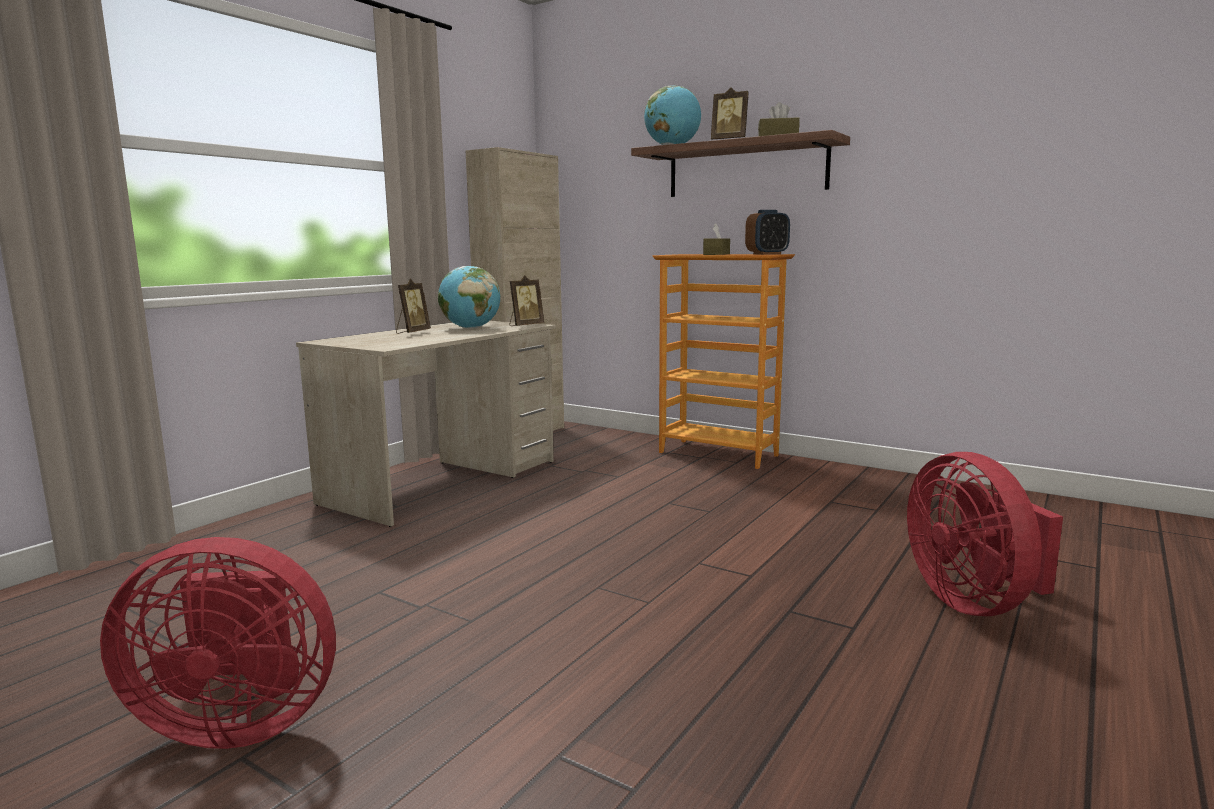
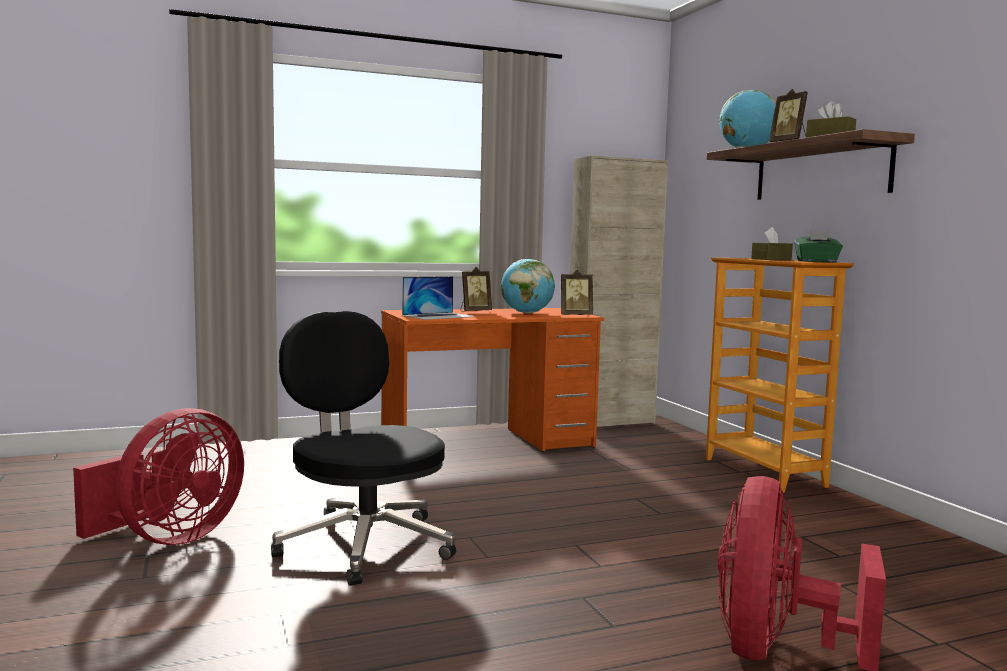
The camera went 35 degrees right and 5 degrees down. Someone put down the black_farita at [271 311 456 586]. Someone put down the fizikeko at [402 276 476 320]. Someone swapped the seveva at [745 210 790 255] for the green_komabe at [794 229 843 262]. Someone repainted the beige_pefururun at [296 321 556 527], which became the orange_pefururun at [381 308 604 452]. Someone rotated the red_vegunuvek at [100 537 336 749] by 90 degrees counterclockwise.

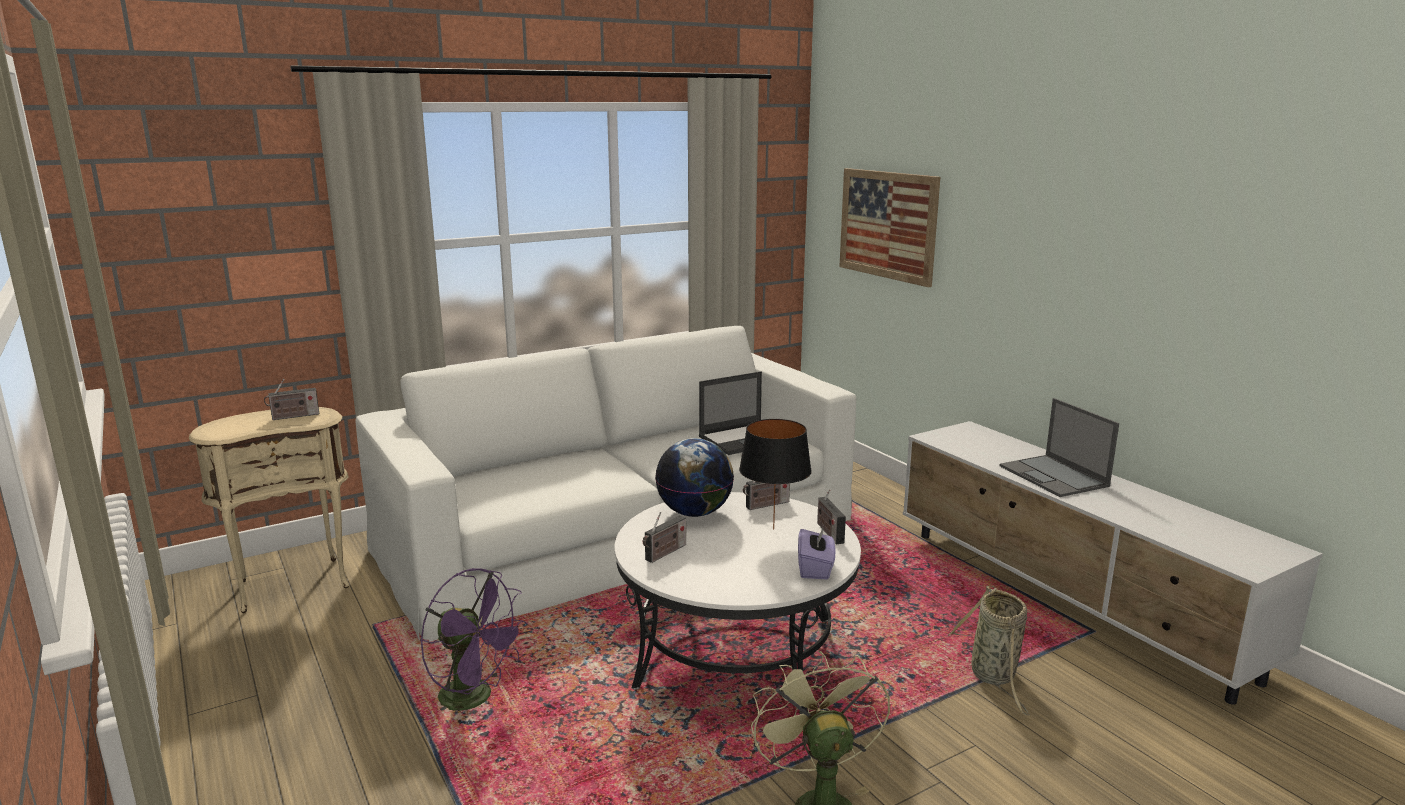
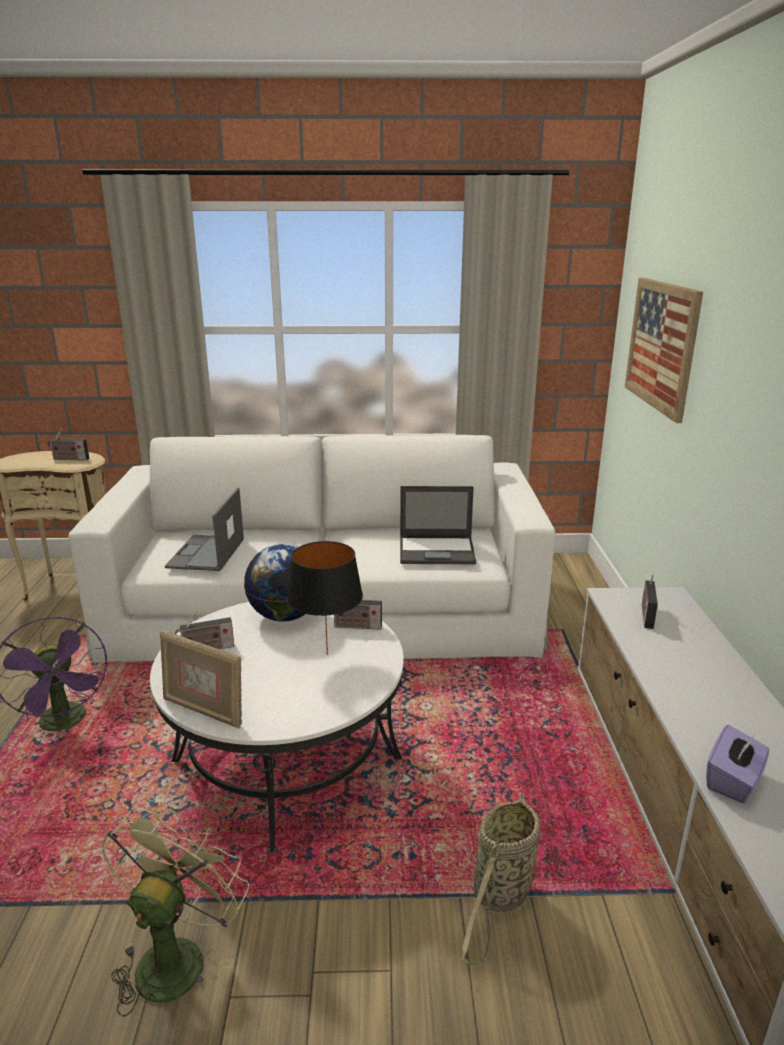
The camera went 30 degrees right and 5 degrees up. Someone put down the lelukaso at [160 631 242 729]. Someone carried the purple_komabe from [798 526 835 579] to [706 725 769 803]. Someone carried the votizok from [817 489 846 544] to [642 575 658 629]. Someone carried the fizikeko from [1000 398 1119 497] to [165 488 244 571].

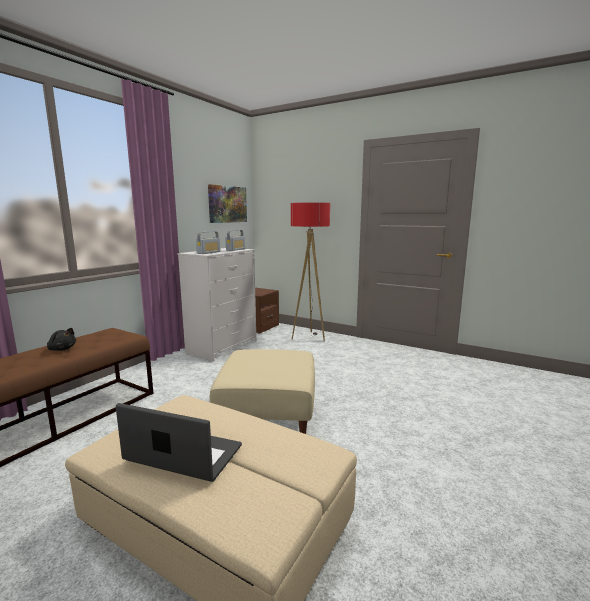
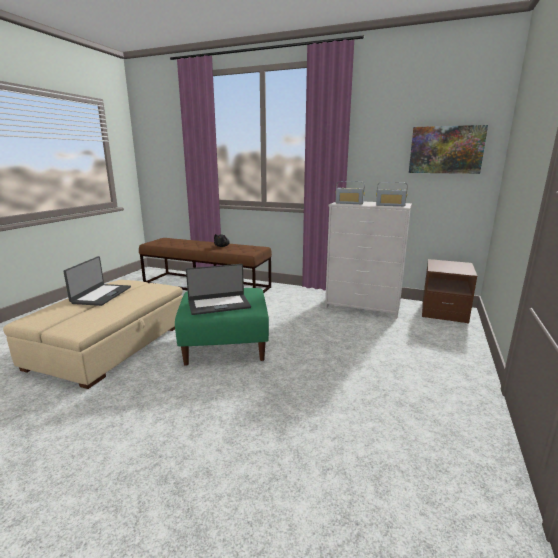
The camera went 80 degrees right and 5 degrees up. Someone took away the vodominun at [291 202 330 341]. Someone put down the fizikeko at [186 264 251 315]. Someone repainted the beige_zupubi at [210 349 315 434], which became the green_zupubi at [175 288 269 366].

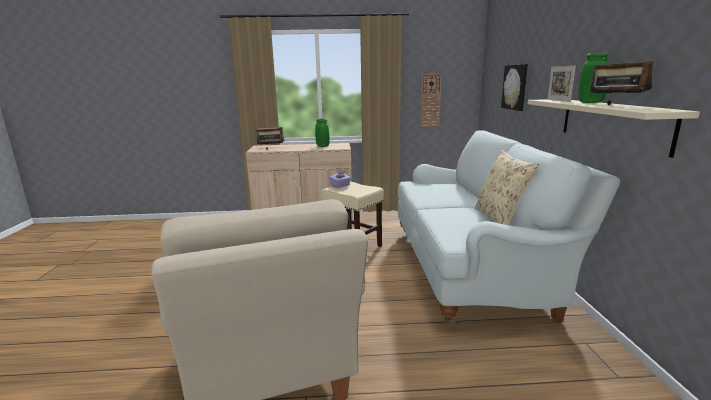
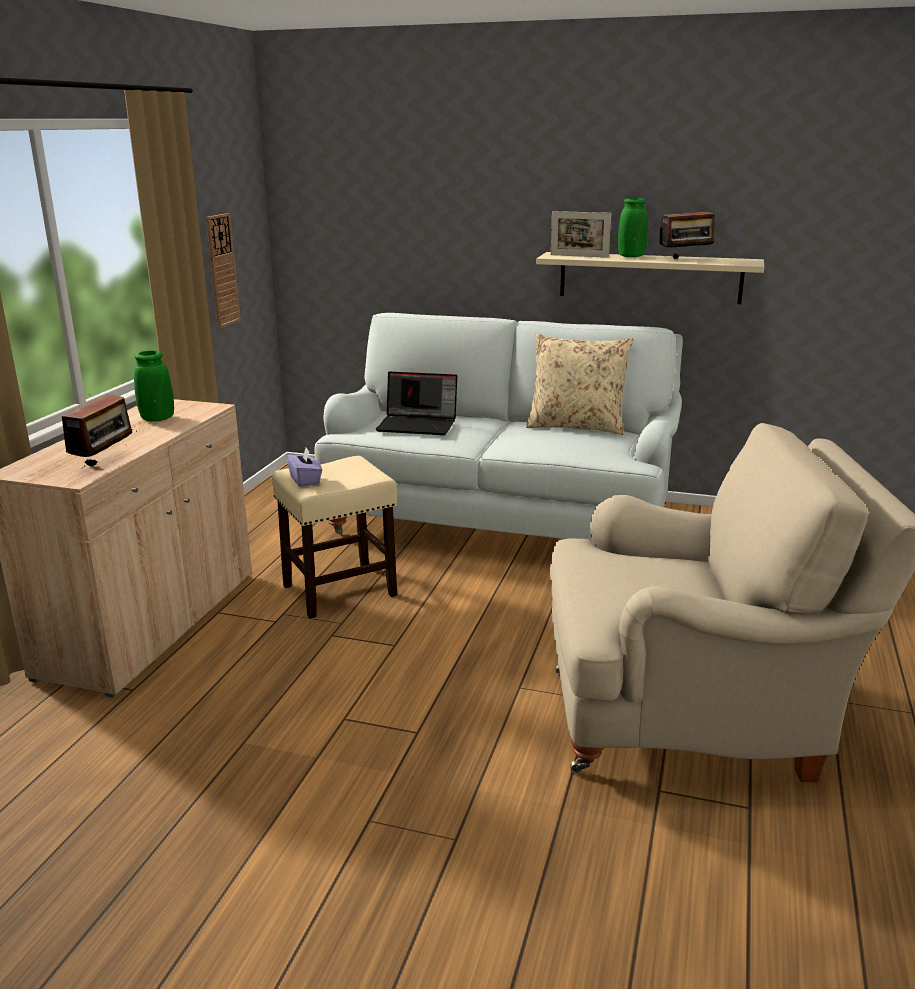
The camera went 70 degrees left and 5 degrees up. Someone took away the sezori at [501 64 528 111]. Someone put down the fizikeko at [376 372 457 435].

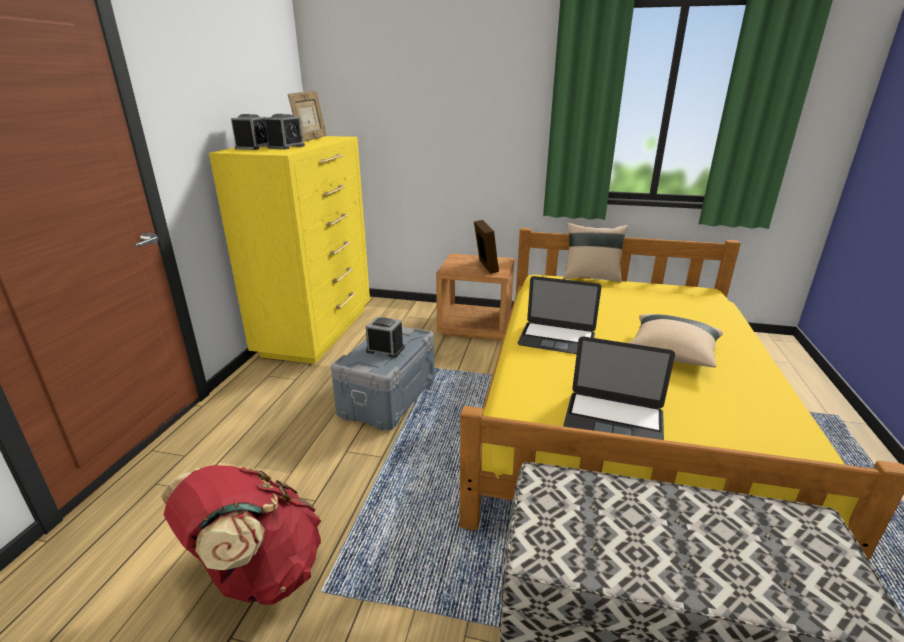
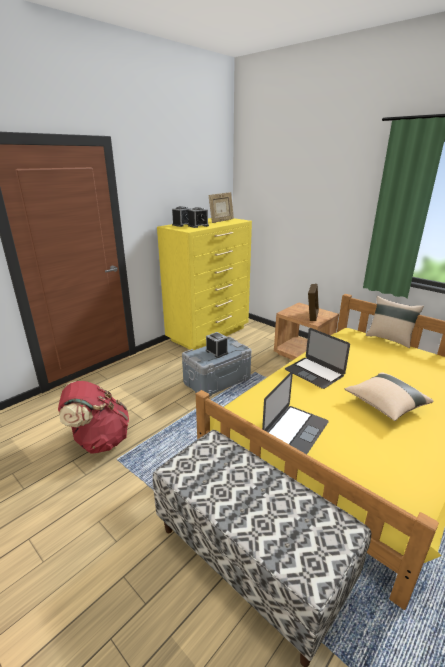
The camera went 30 degrees right and 0 degrees up. Someone rotated the fizikeko at [563 336 675 440] by 105 degrees counterclockwise.

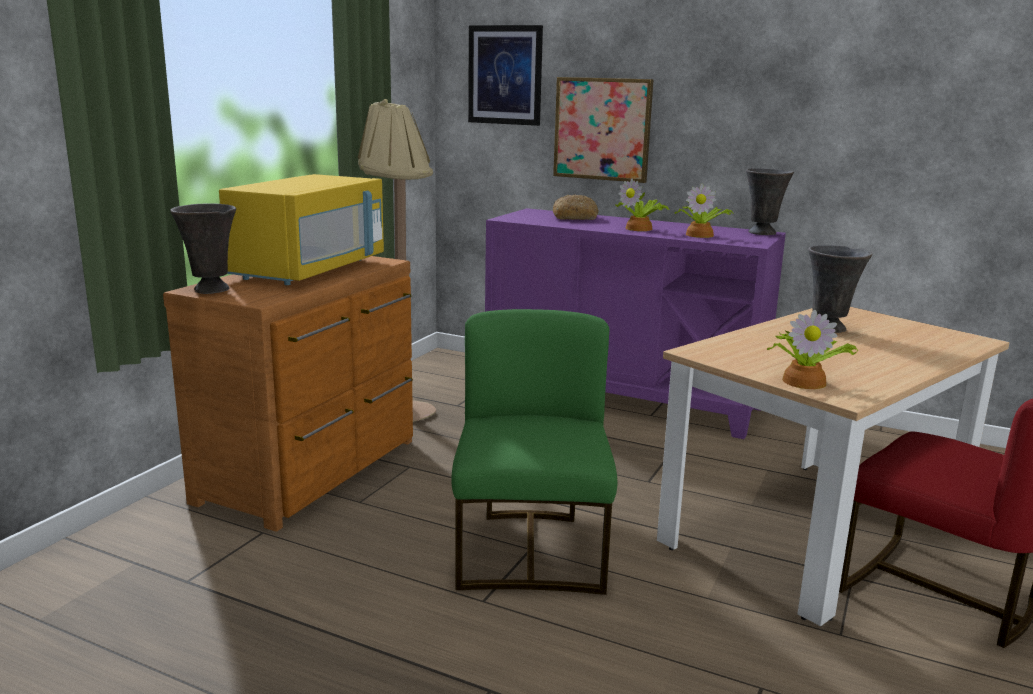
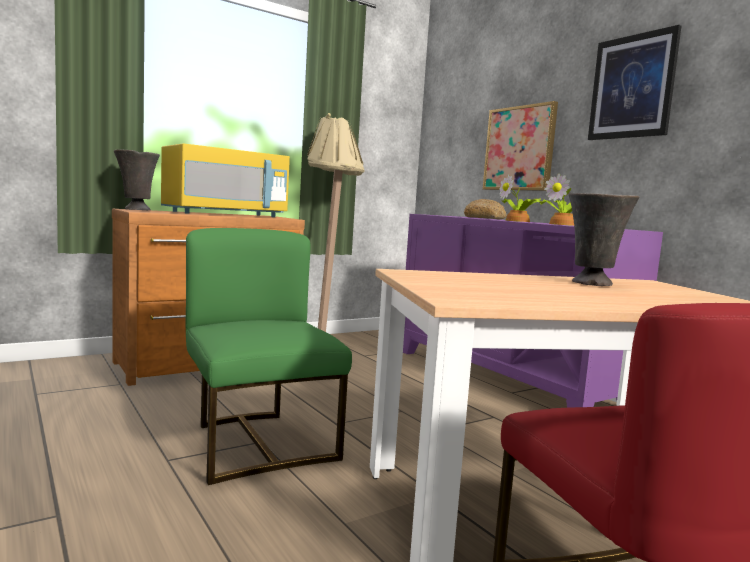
The camera went 30 degrees right and 10 degrees down. Someone took away the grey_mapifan at [746 168 794 235]. Someone took away the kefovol at [767 310 858 389]. Someone carried the sezori from [468 25 543 126] to [588 25 681 140]. Someone rotated the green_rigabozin at [451 309 617 595] by 60 degrees counterclockwise.

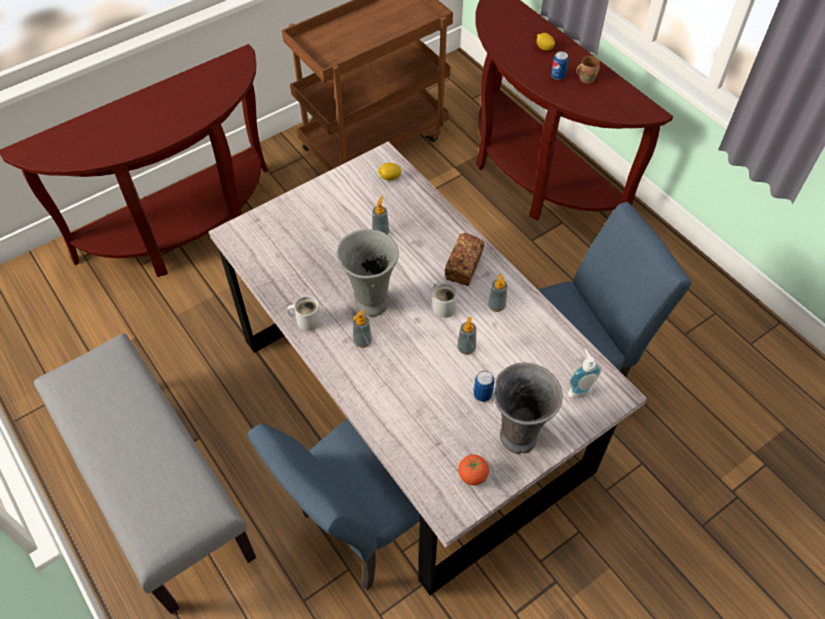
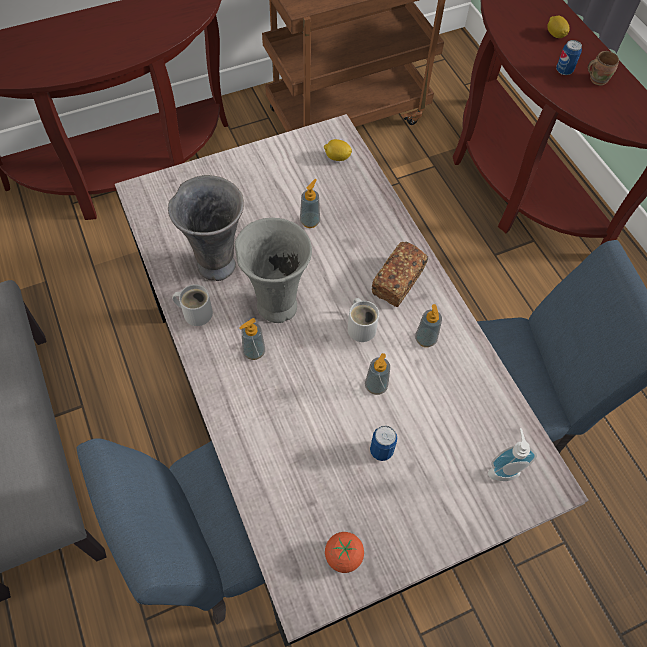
The camera went 10 degrees right and 5 degrees up. Someone carried the grey_mapifan from [494 363 563 454] to [168 175 244 281].

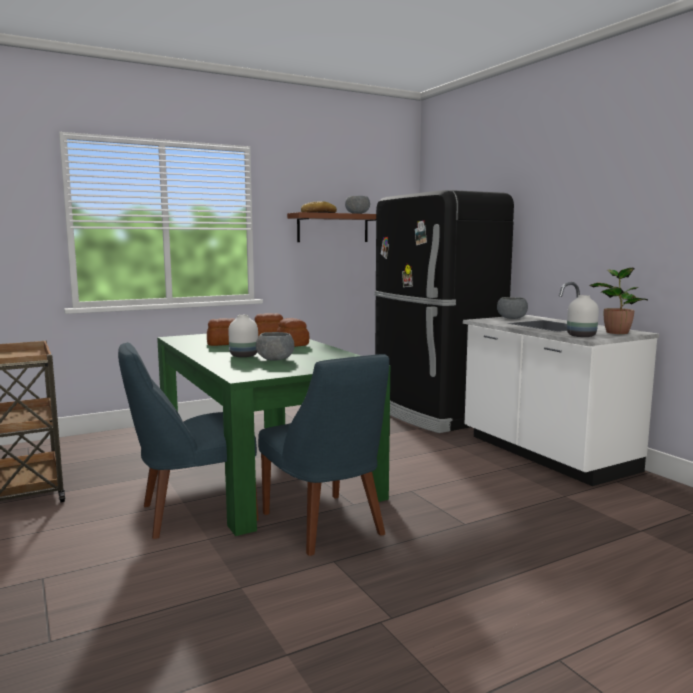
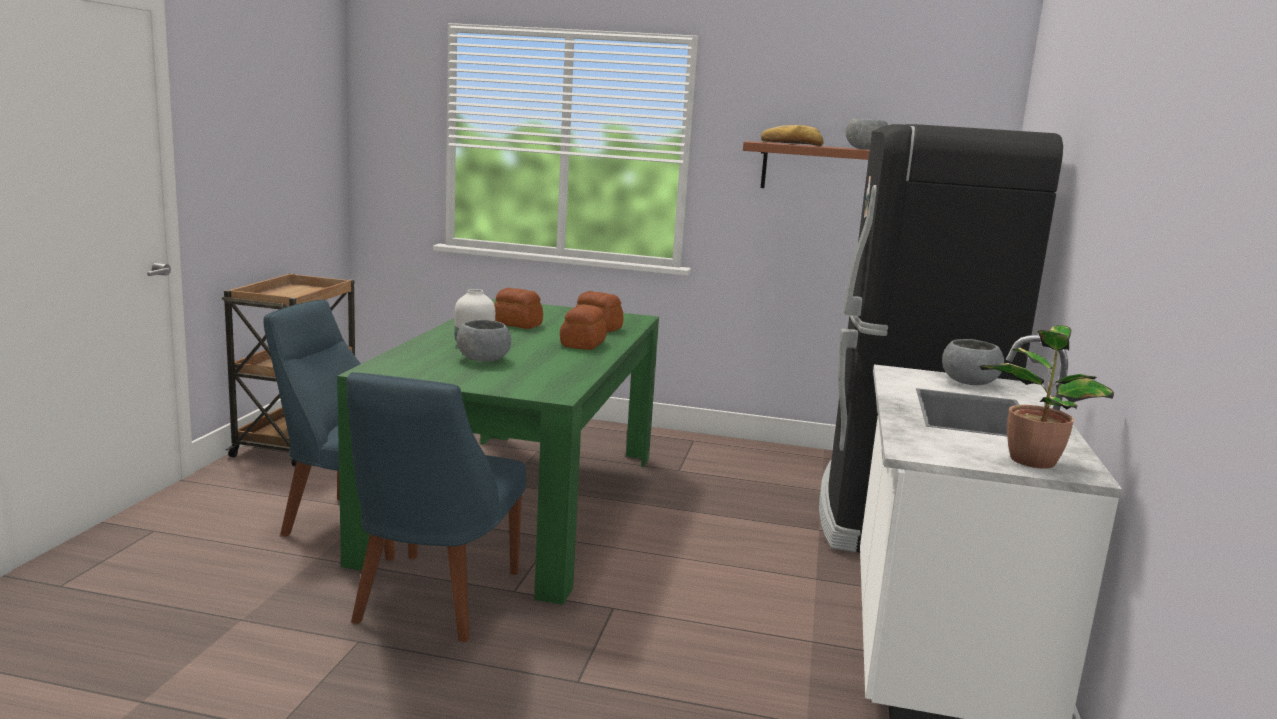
The camera went 40 degrees right and 5 degrees up. Someone took away the white_mapifan at [567 295 599 337].

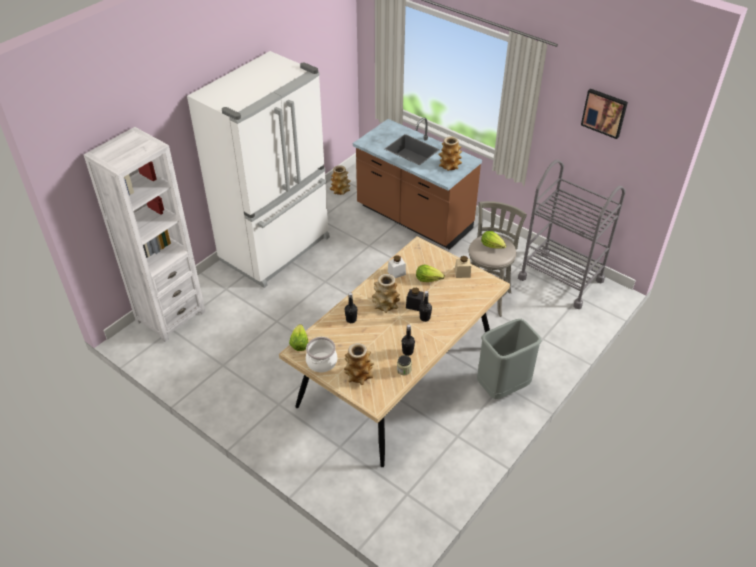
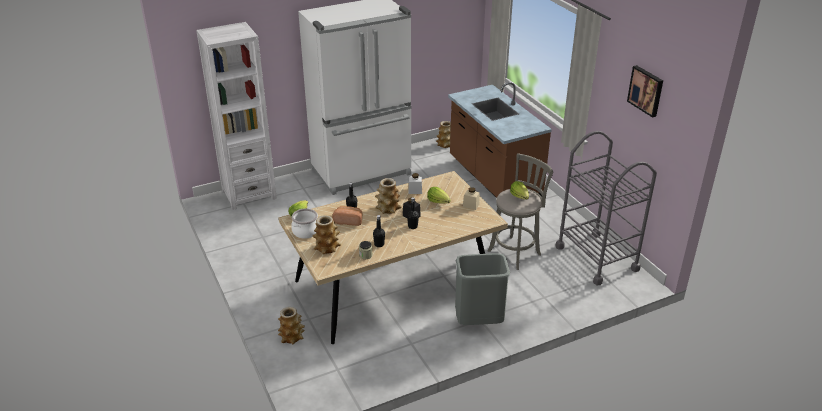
The camera went 25 degrees right and 10 degrees down. Someone put down the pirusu at [332 206 362 226]. Someone carried the mapifan from [438 136 462 171] to [278 307 305 344].

